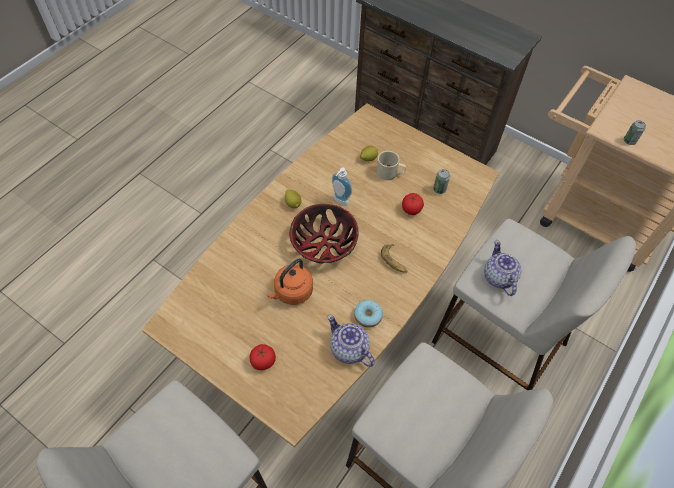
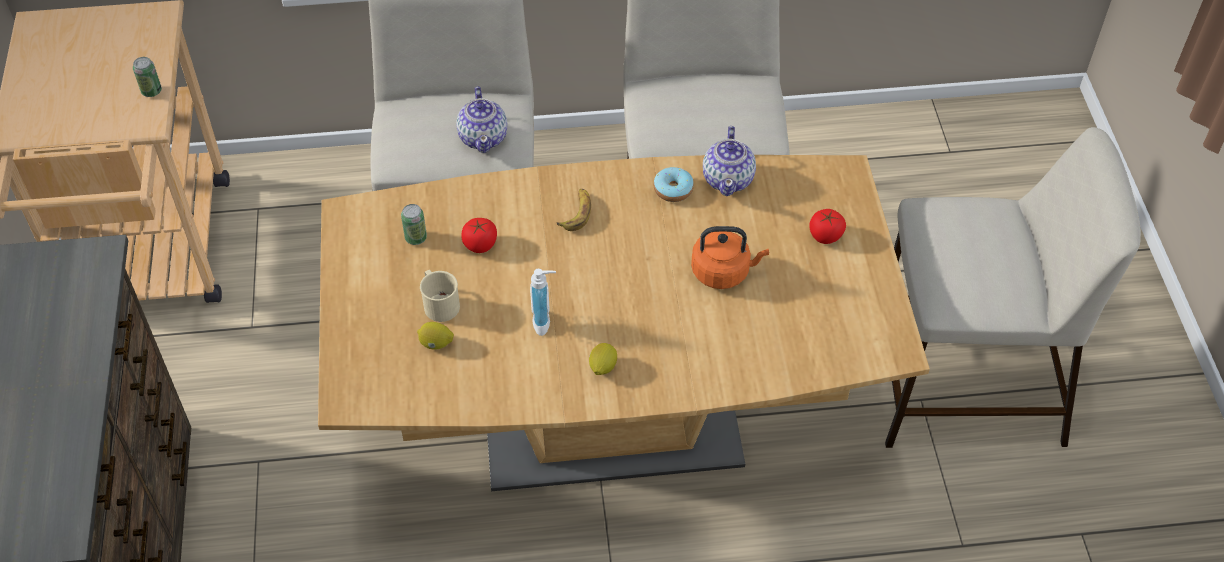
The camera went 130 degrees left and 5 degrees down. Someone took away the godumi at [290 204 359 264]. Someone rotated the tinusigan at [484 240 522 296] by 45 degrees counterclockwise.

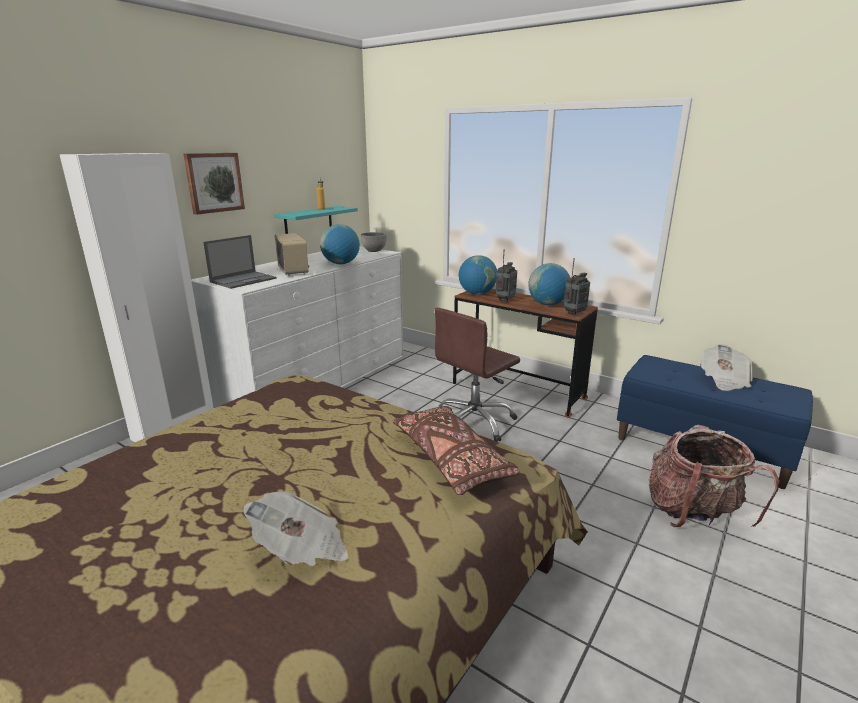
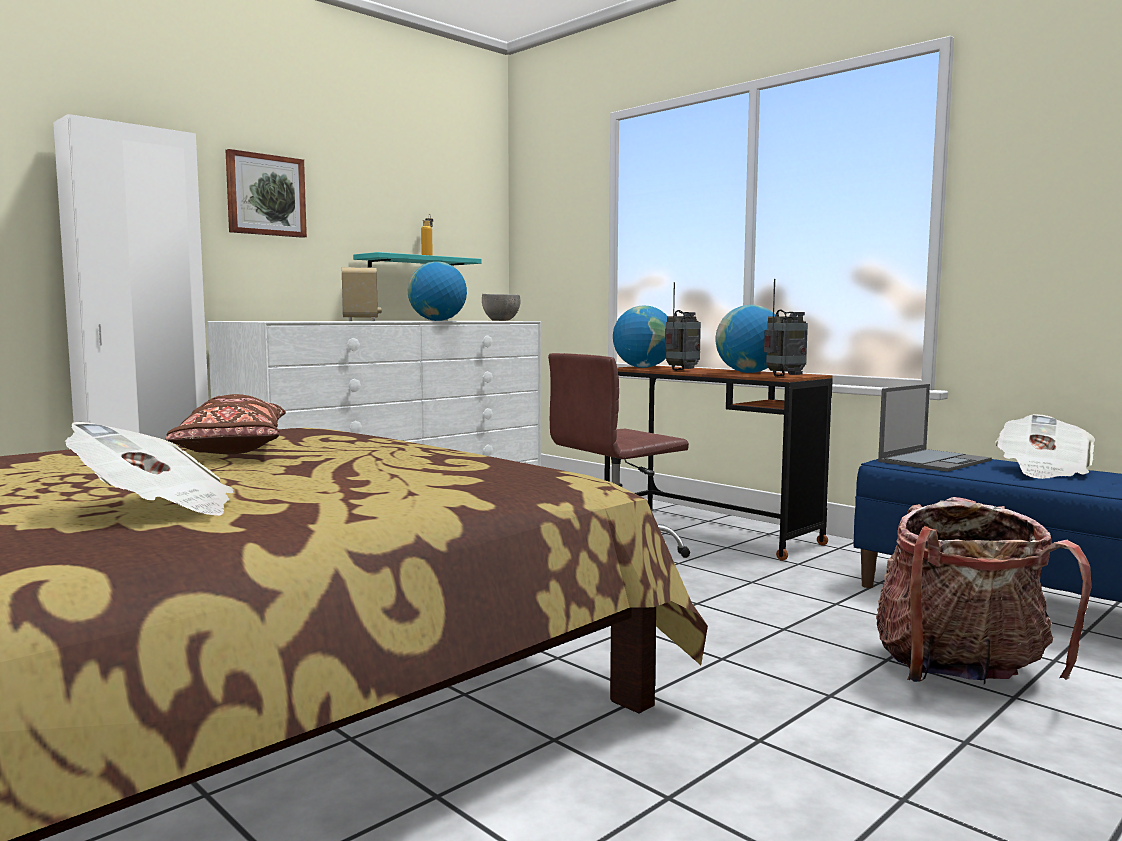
The camera went 10 degrees right and 15 degrees down. Someone carried the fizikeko from [203 235 277 289] to [878 384 992 472]. Someone carried the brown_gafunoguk from [393 406 520 495] to [165 394 286 454].

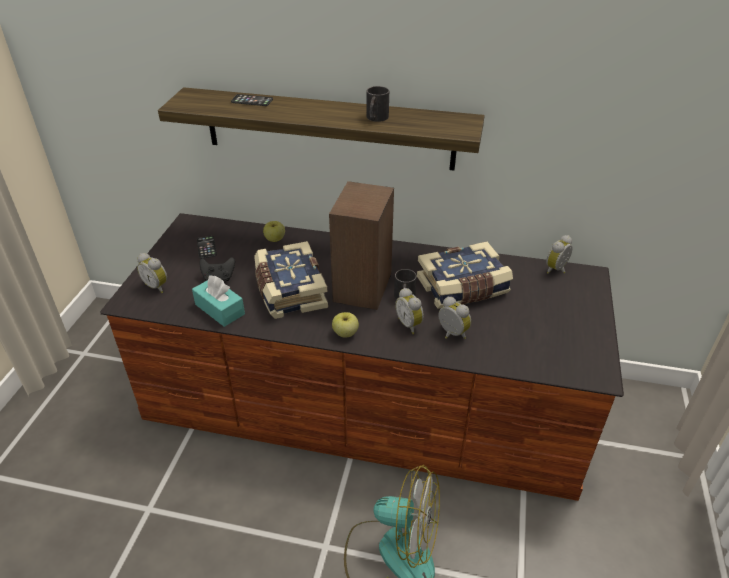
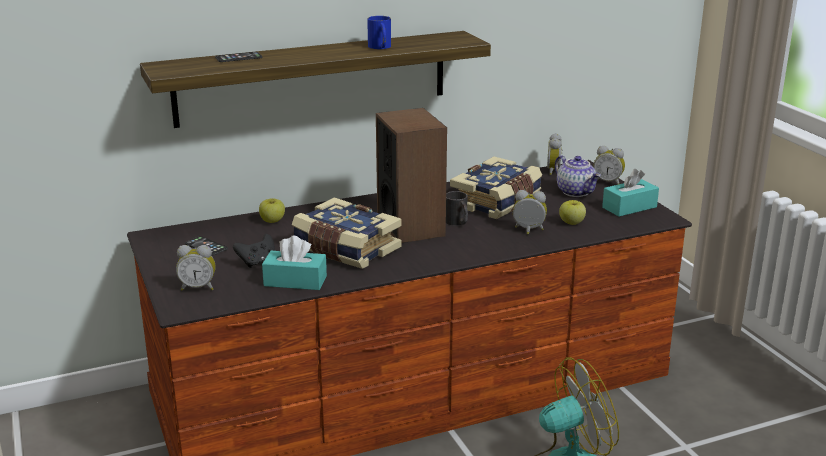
The camera went 35 degrees left and 15 degrees down. Someone put down the tinusigan at [555 155 601 197]. Someone put down the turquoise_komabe at [602 169 659 217]. Someone carried the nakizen from [332 312 359 338] to [559 200 586 225]. Someone carried the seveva from [395 288 424 334] to [593 146 625 185]. Someone repainted the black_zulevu at [366 86 389 122], which became the blue_zulevu at [367 16 391 49].

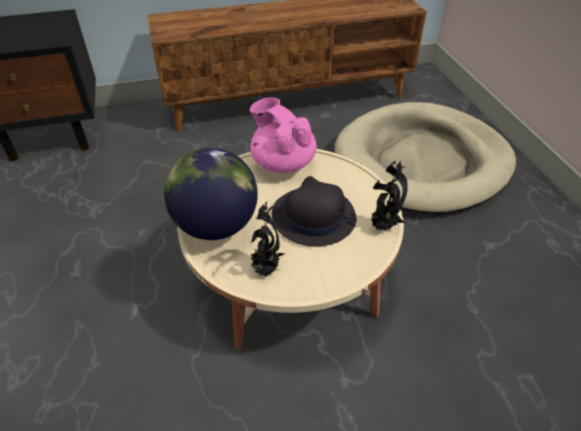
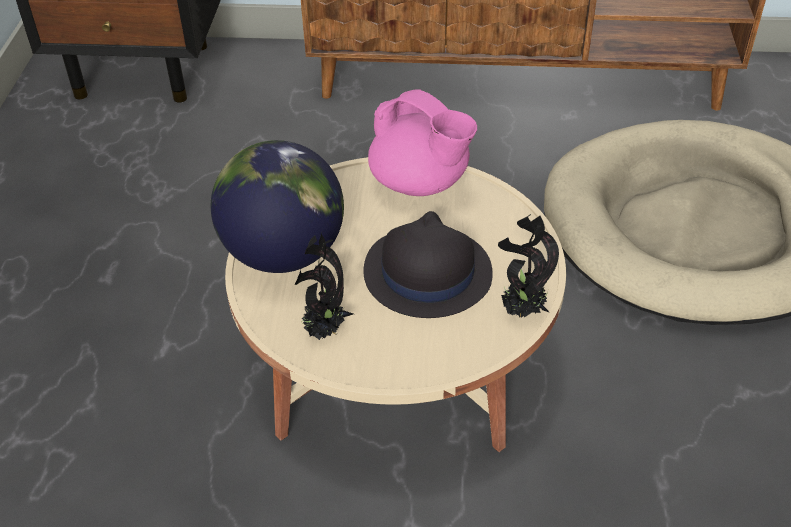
The camera went 20 degrees right and 0 degrees up. Someone rotated the pink_tinusigan at [250 97 317 173] by 150 degrees clockwise.

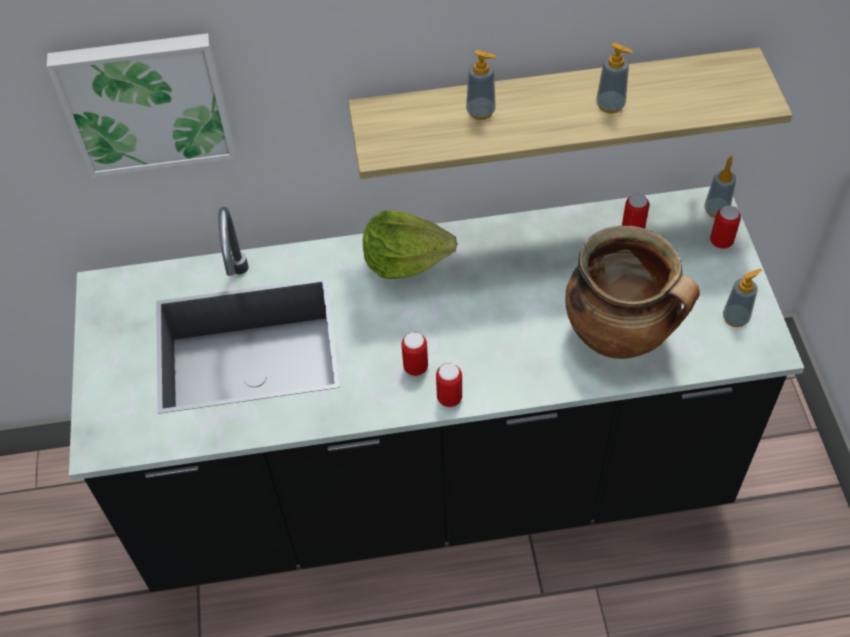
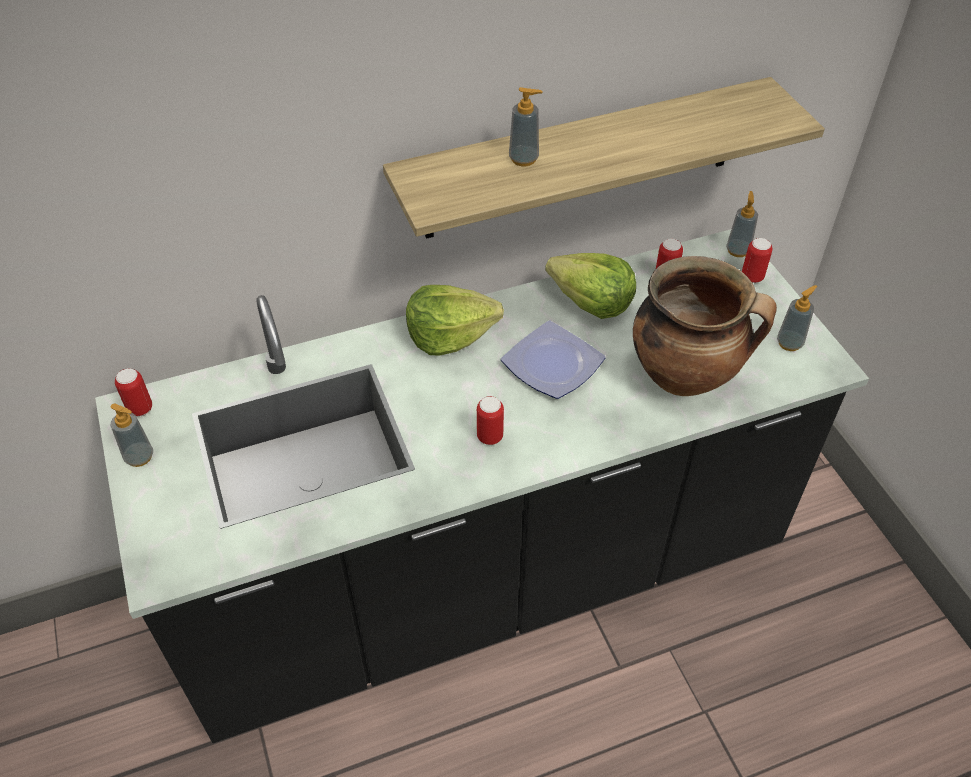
The camera went 15 degrees left and 5 degrees down. Someone took away the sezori at [47 33 236 178]. Someone put down the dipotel at [501 321 606 399]. Someone put down the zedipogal at [545 253 636 319]. Someone carried the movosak from [436 363 462 407] to [115 368 152 417]. Someone carried the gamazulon from [596 42 633 113] to [110 403 153 467].

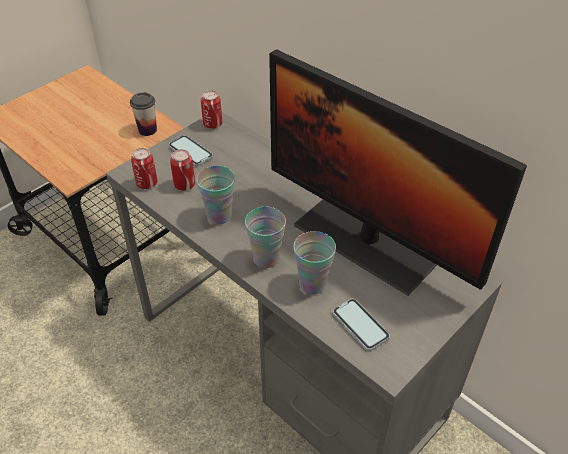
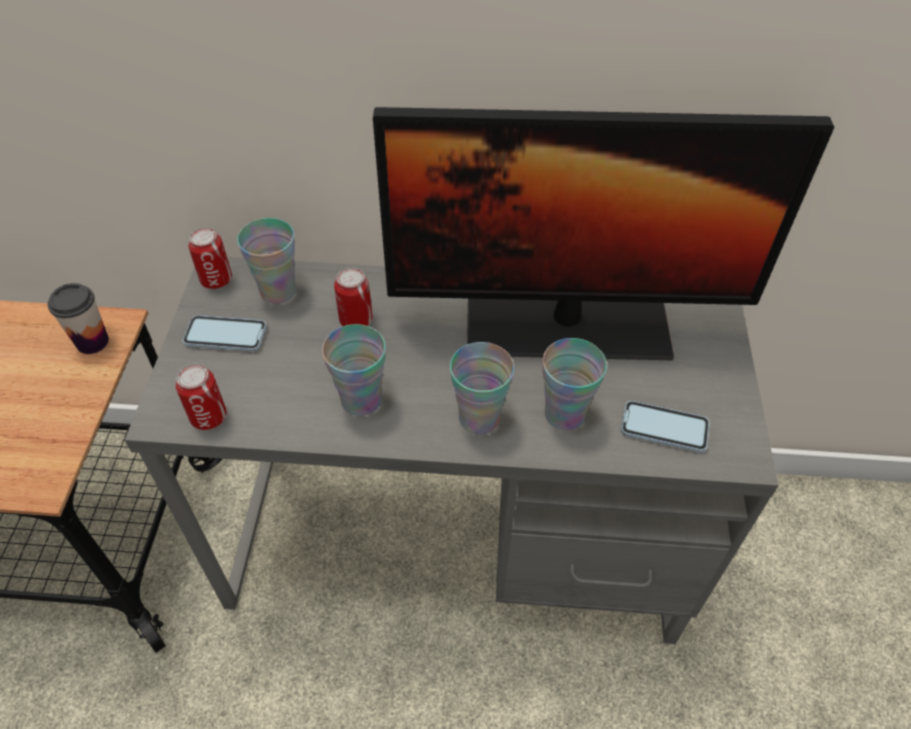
The camera went 40 degrees left and 5 degrees up. Someone put down the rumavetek at [237 218 296 304]. Someone carried the movosak from [170 149 195 191] to [334 267 373 326].

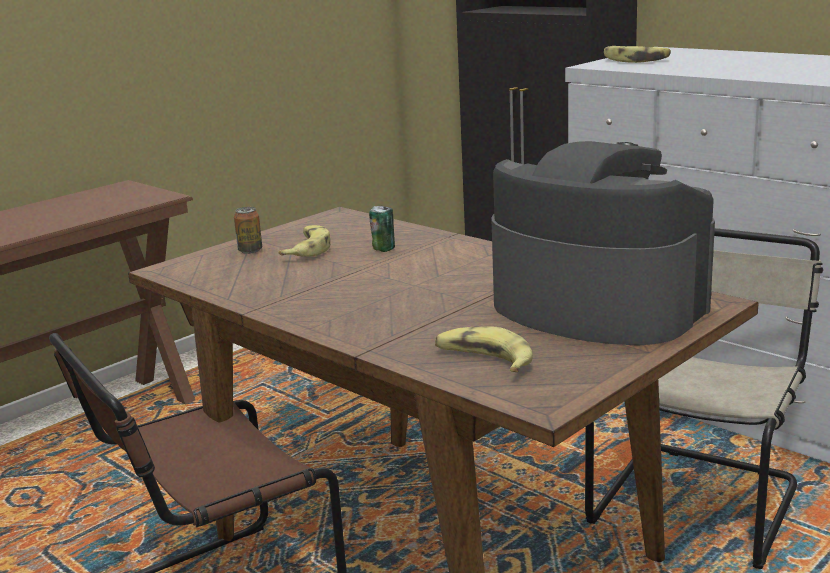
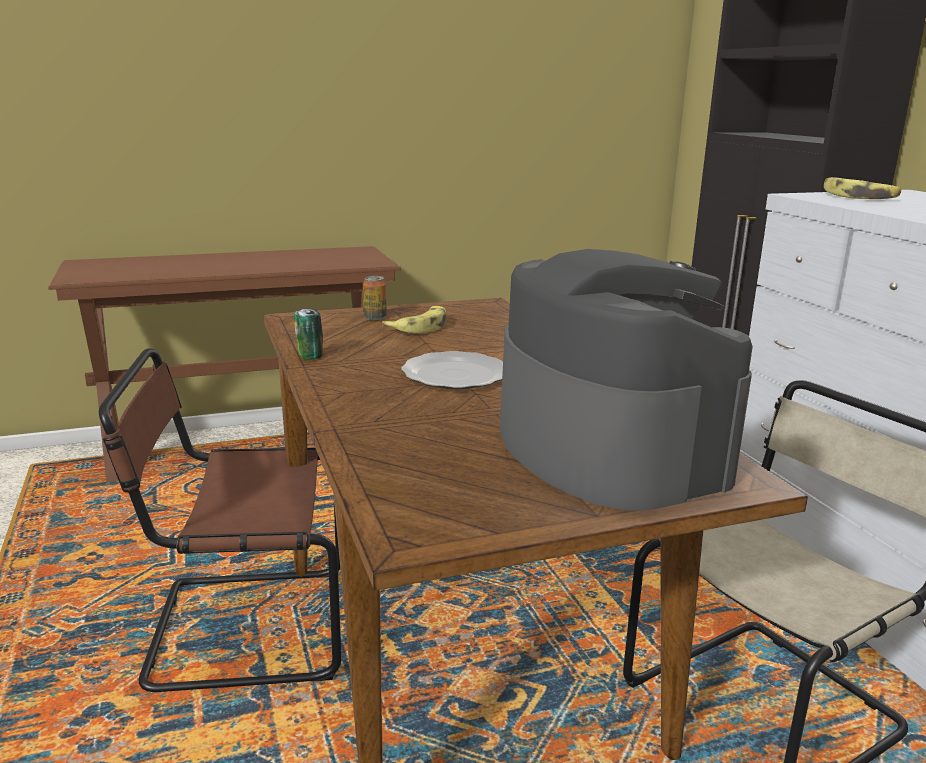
The camera went 25 degrees right and 0 degrees up. Someone took away the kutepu at [435 327 533 372]. Someone put down the dipotel at [401 351 503 389]. Someone carried the movosak from [369 206 395 252] to [294 309 323 360].

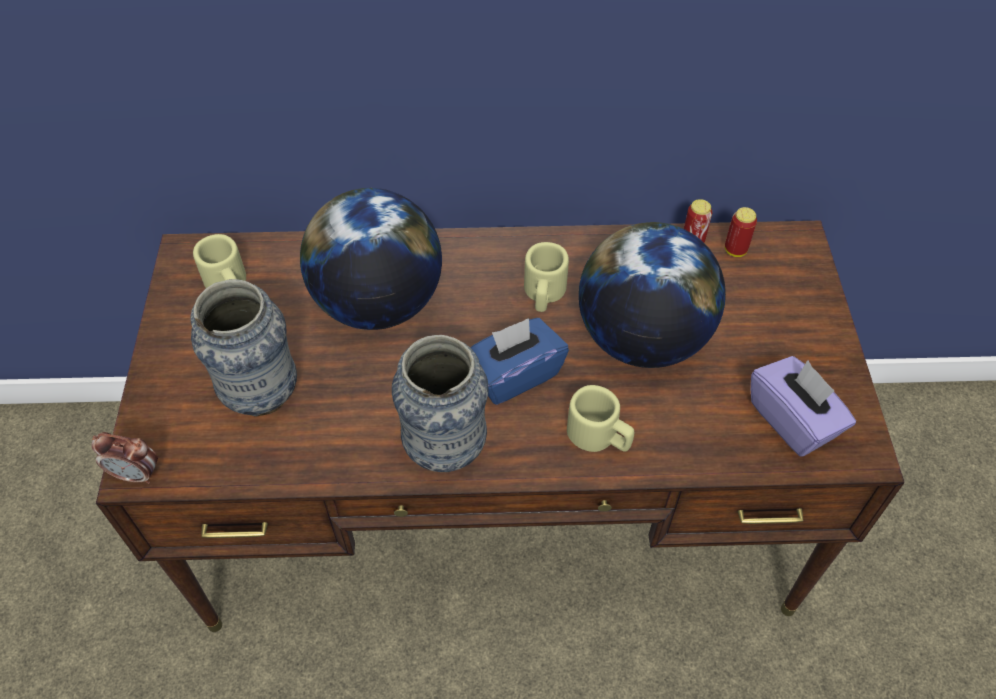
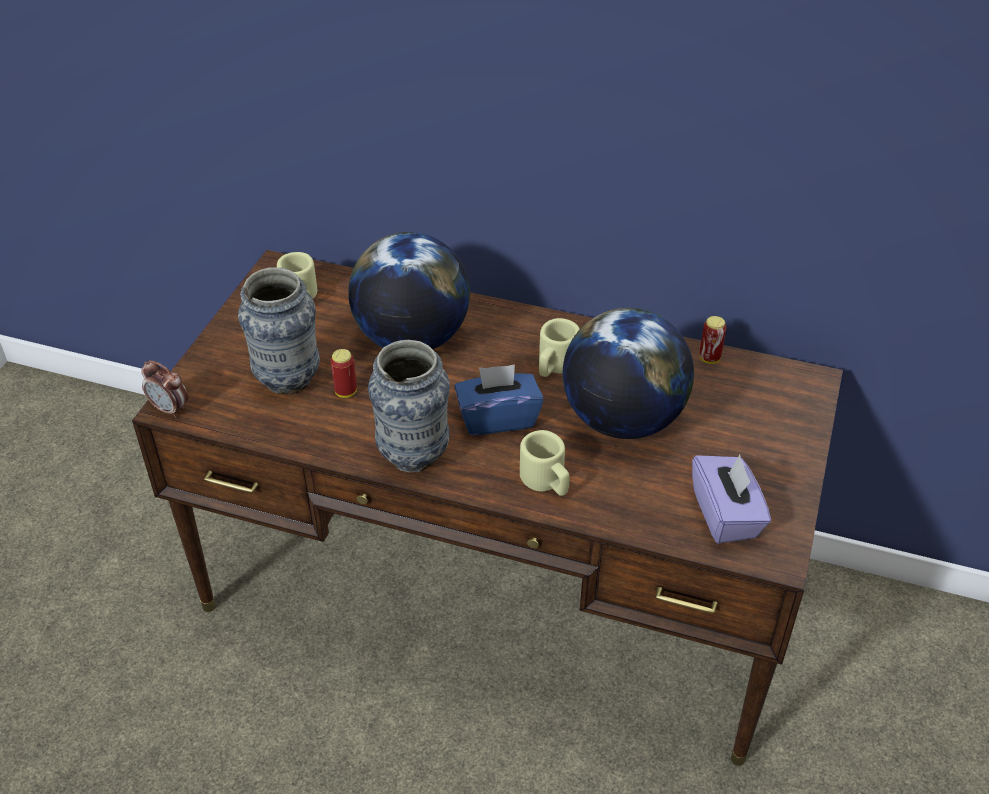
The camera went 20 degrees right and 10 degrees down. Someone carried the movosak from [725 207 757 257] to [331 349 357 398].

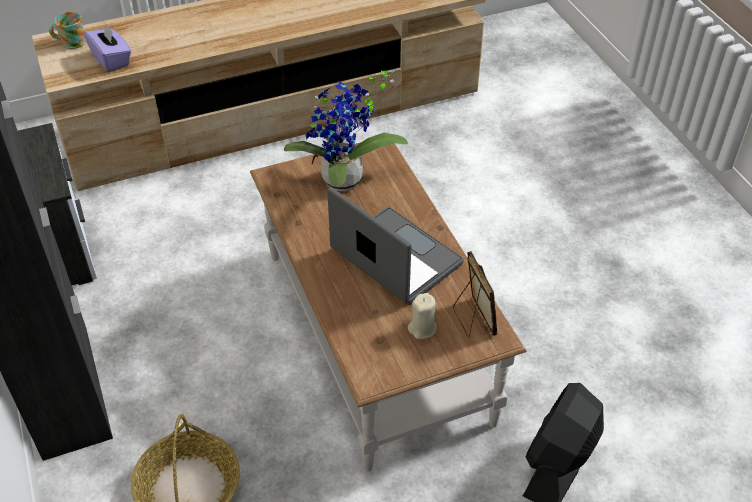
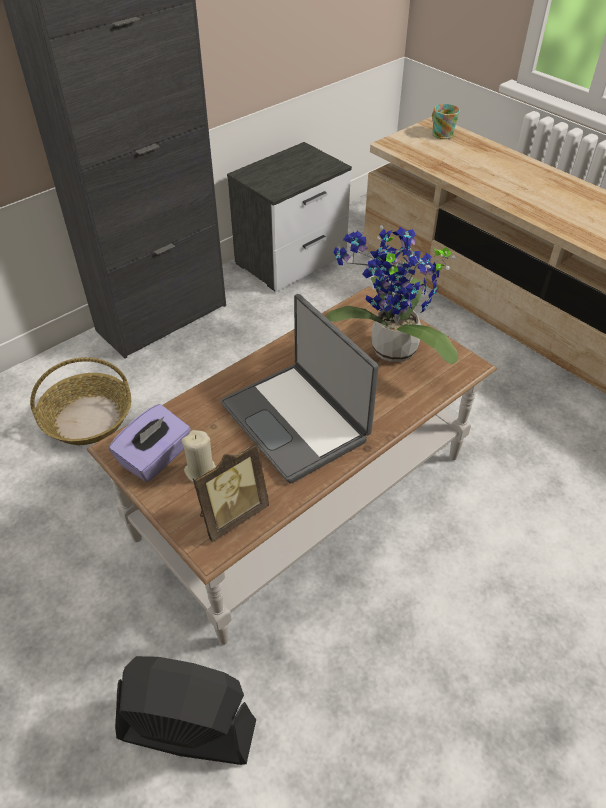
The camera went 70 degrees right and 0 degrees up. Someone carried the purple_komabe from [84 23 131 72] to [109 404 191 482]. Someone rotated the fizikeko at [327 187 464 305] by 120 degrees clockwise.

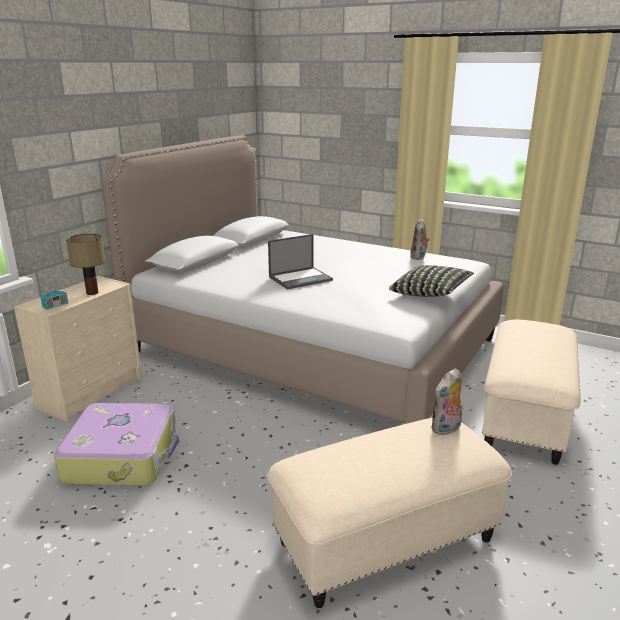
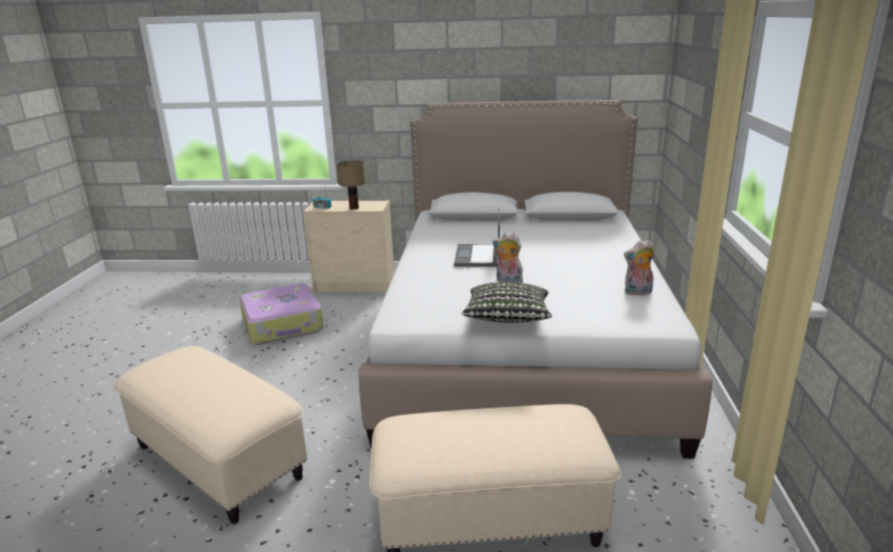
The camera went 65 degrees right and 0 degrees up. Someone carried the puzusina from [431 368 464 435] to [492 232 523 283]. Someone rotated the fizikeko at [268 234 333 290] by 60 degrees clockwise.

